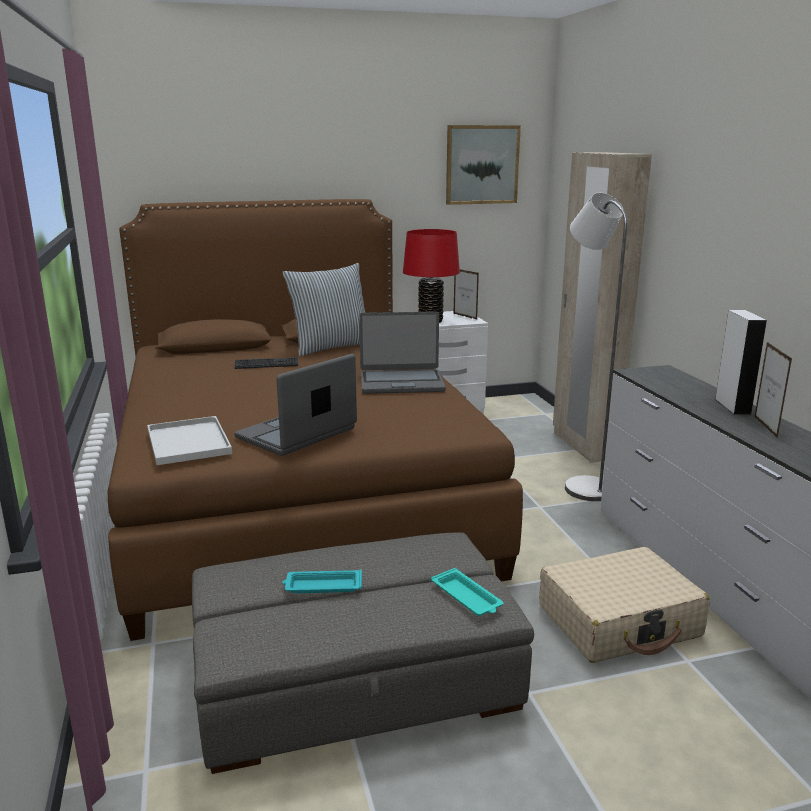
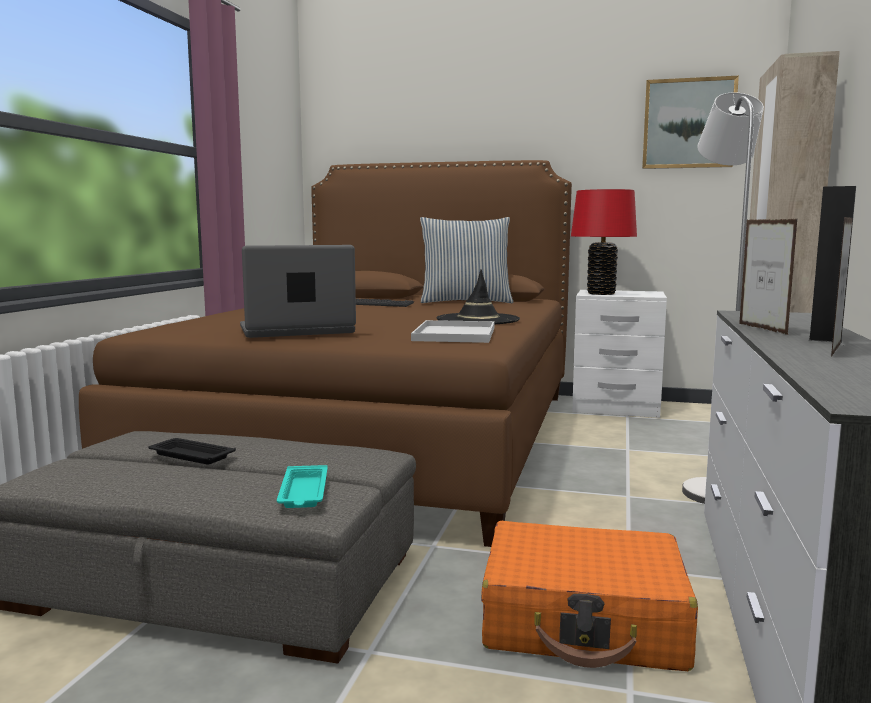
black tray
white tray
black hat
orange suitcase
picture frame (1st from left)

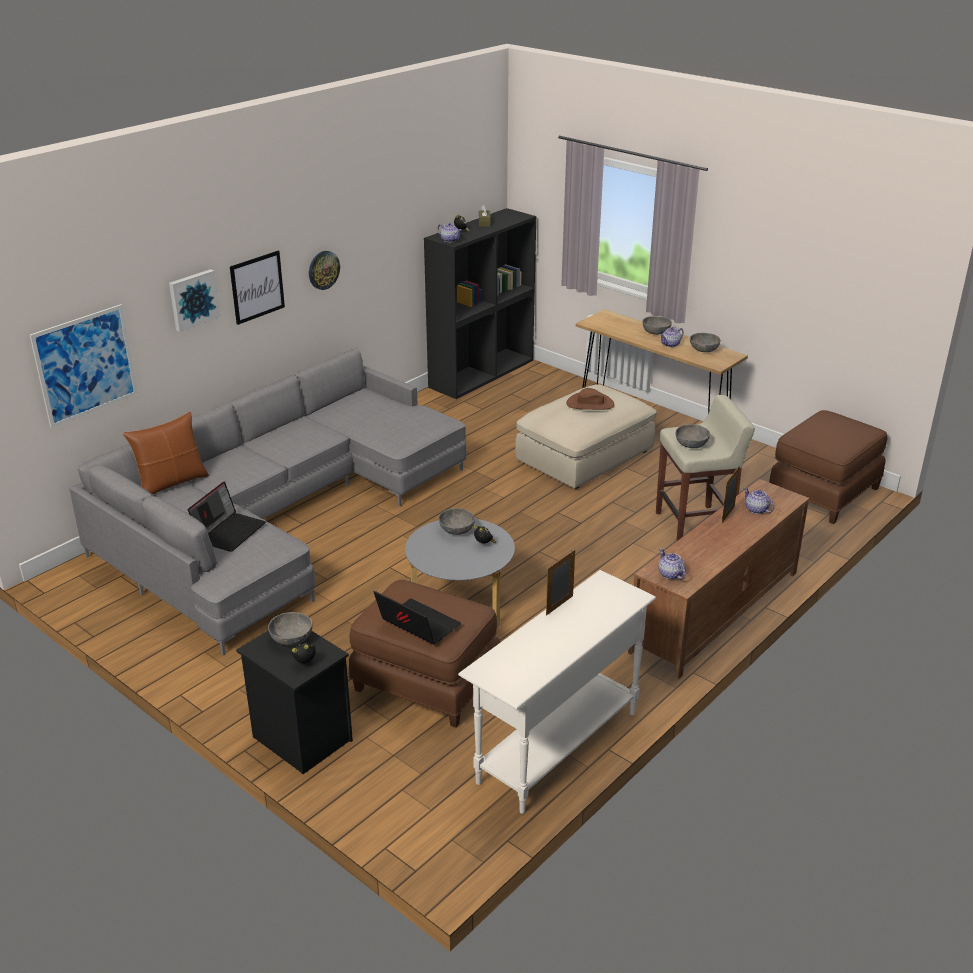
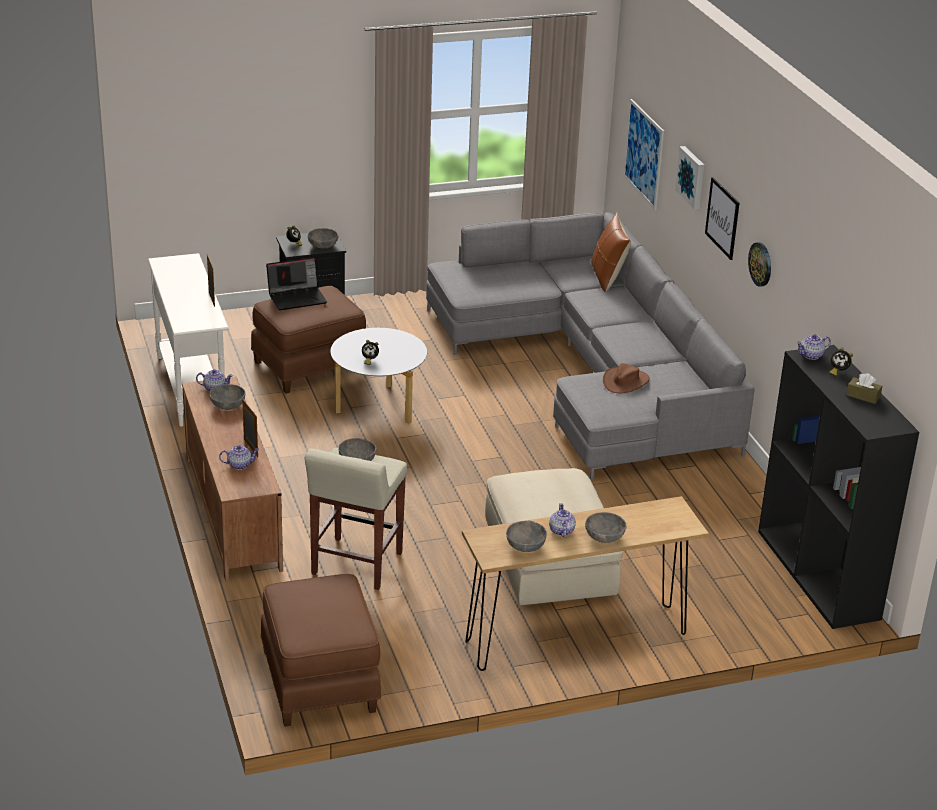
grey bowl (1st from left)
brown hat
laptop (1st from left in the first image)

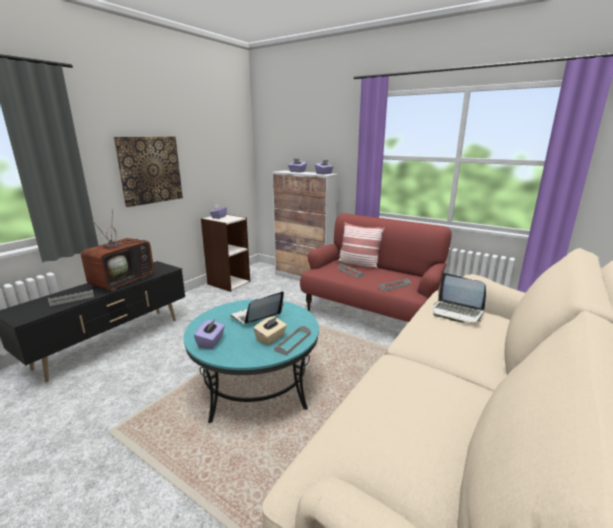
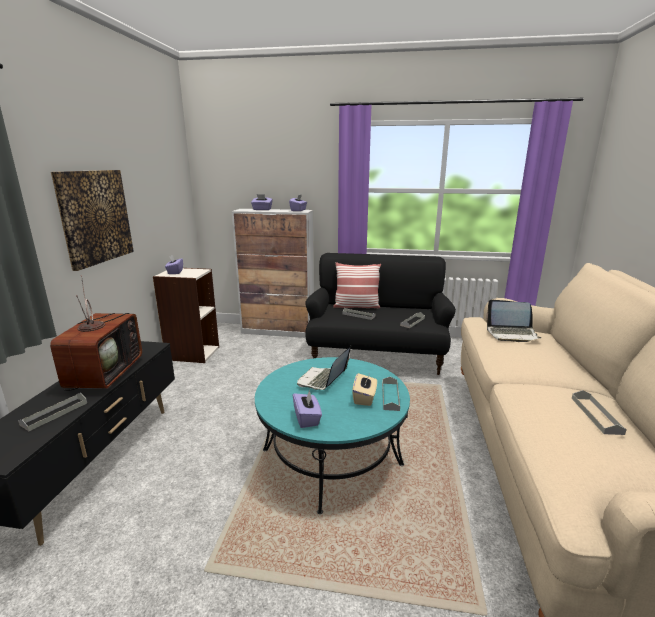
black sofa
grey tray (5th from left)

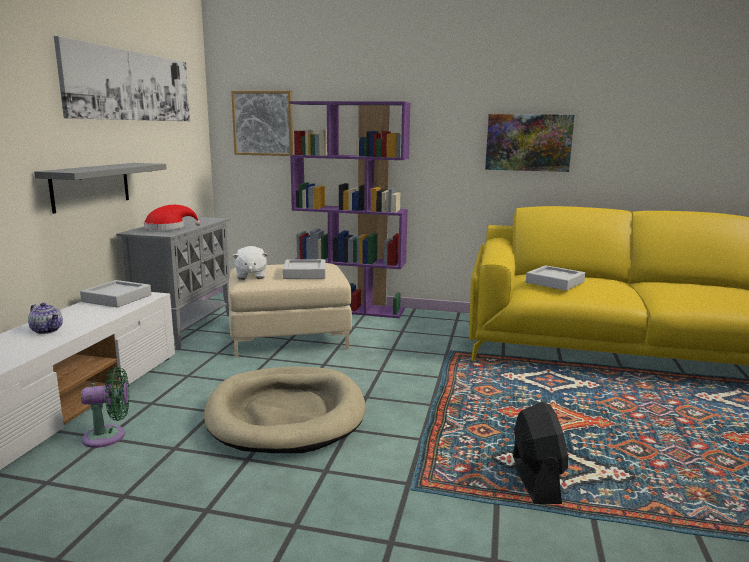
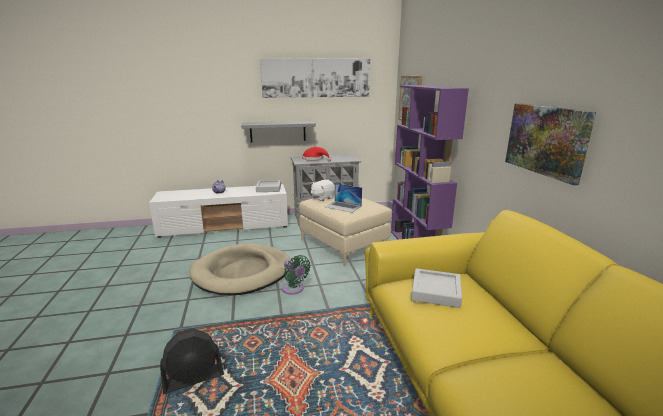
green fan
laptop

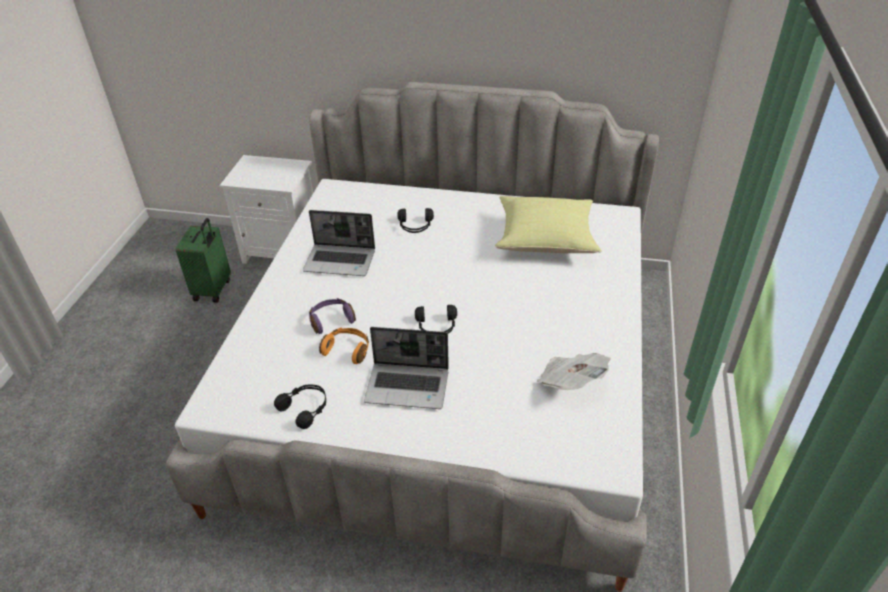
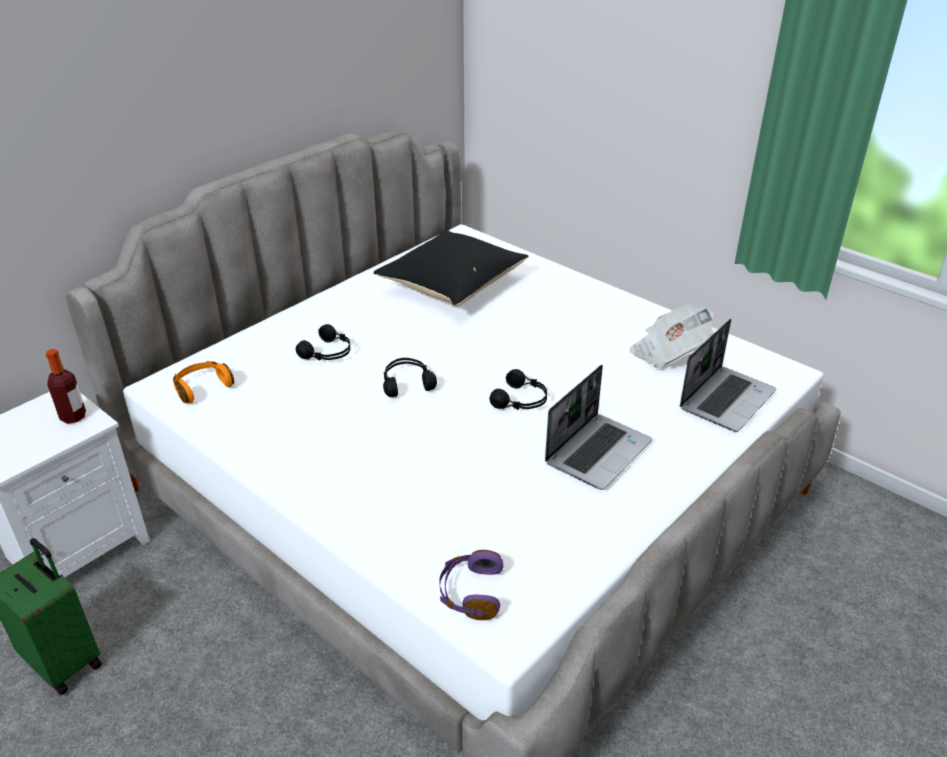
bottle
orange headphones
black pillow
black headphones (2nd from left)
purple headphones
laptop (2nd from left)

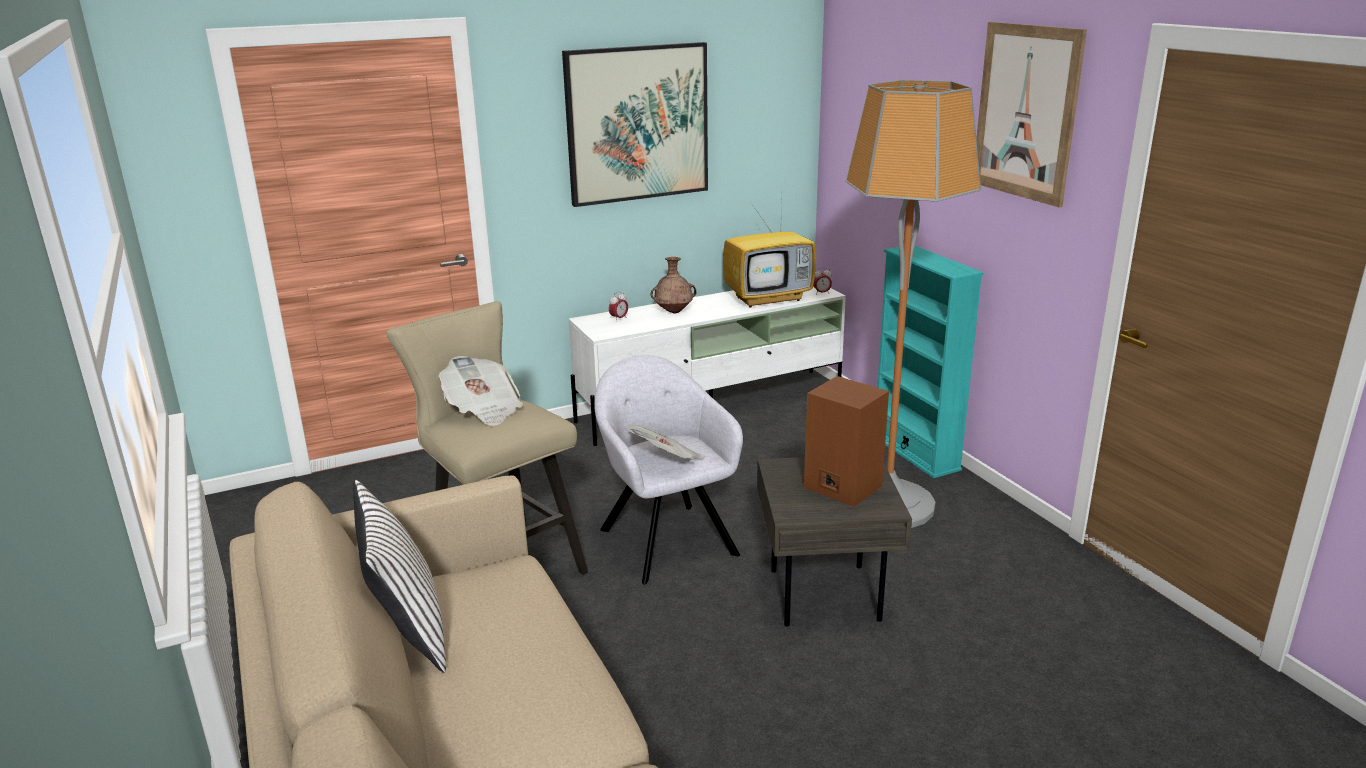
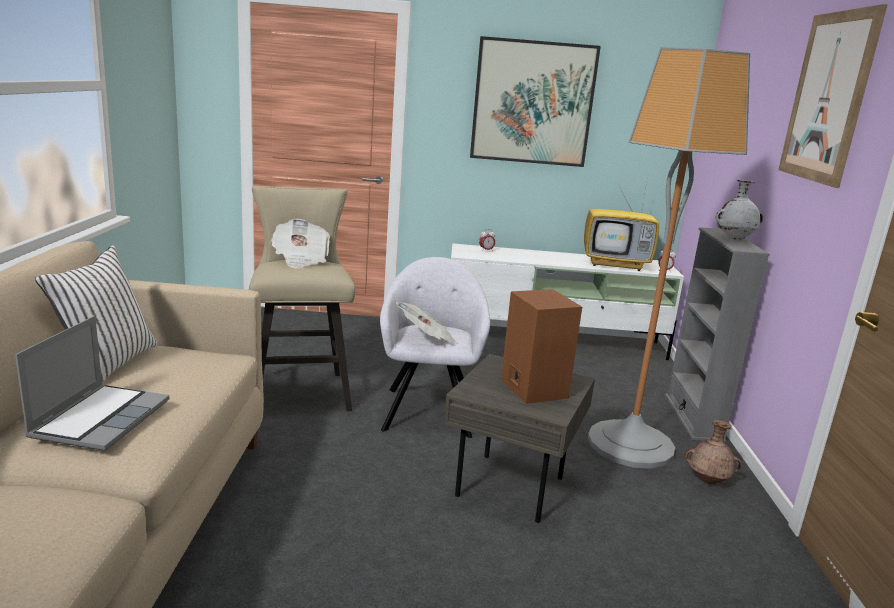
laptop
grey bookcase
brown vase
white vase

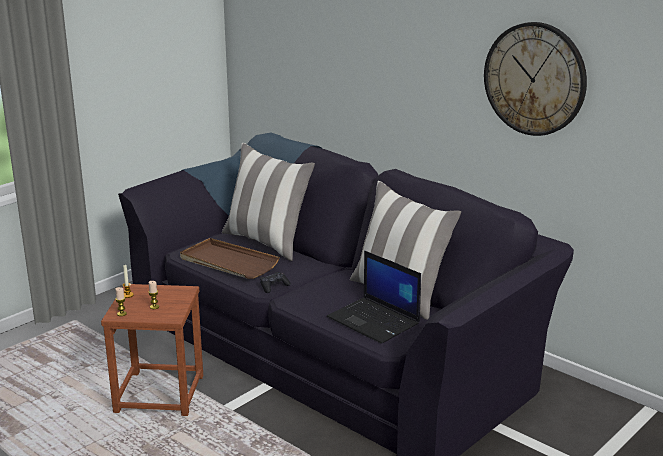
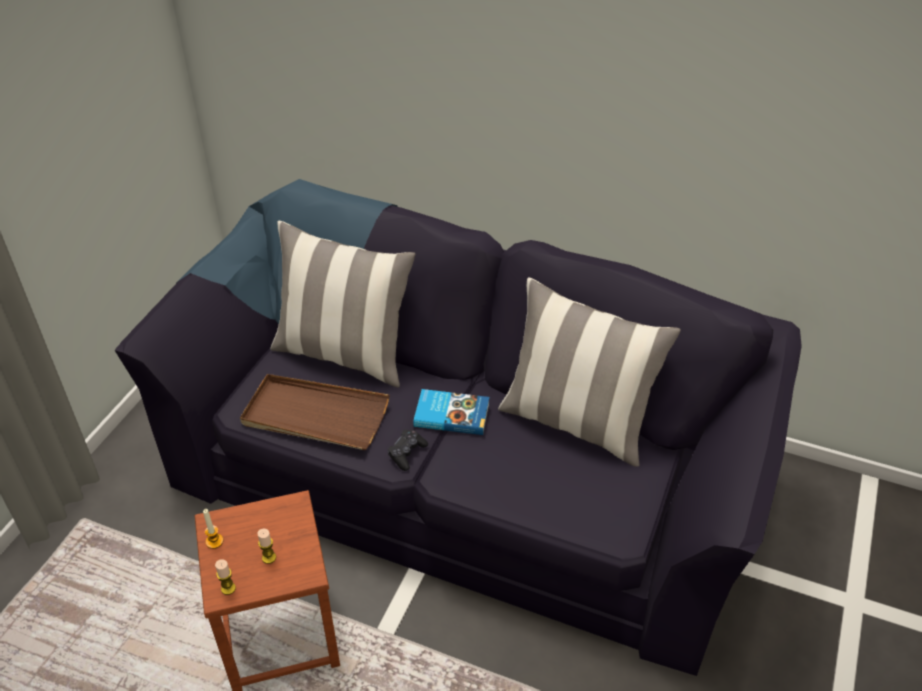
book
laptop
wall clock

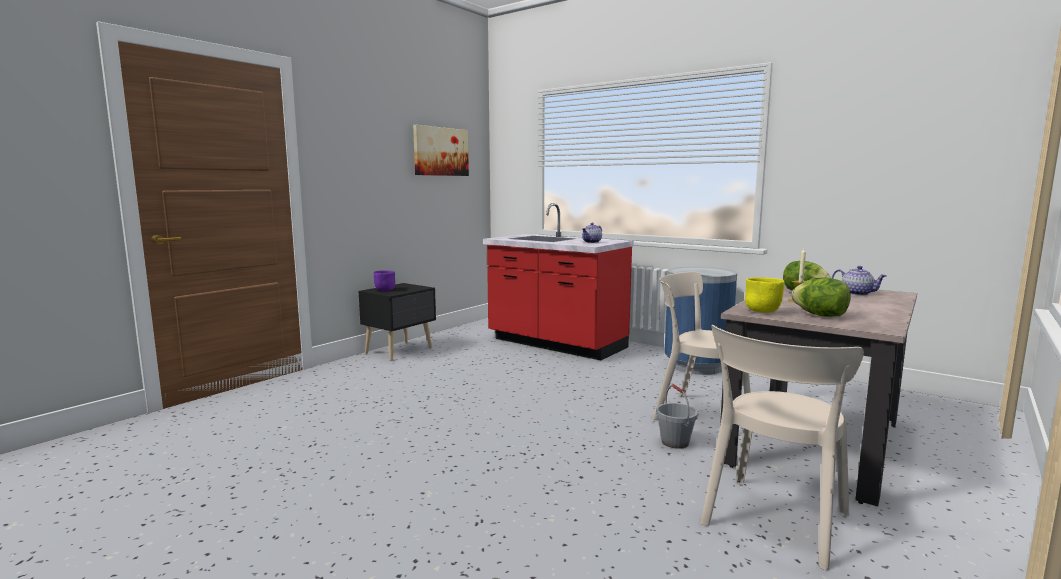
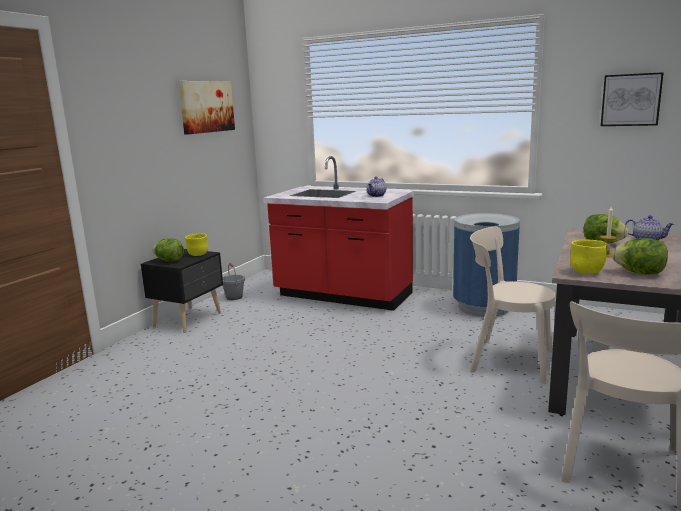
lettuce (1st from left)
yellow bowl (1st from left)
grey bucket
picture (2nd from left)

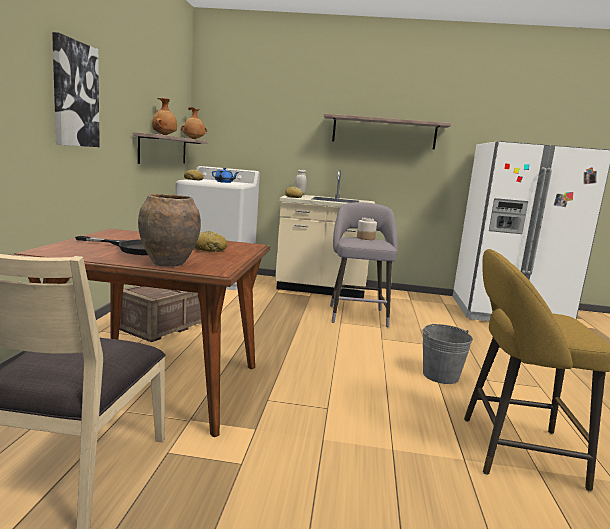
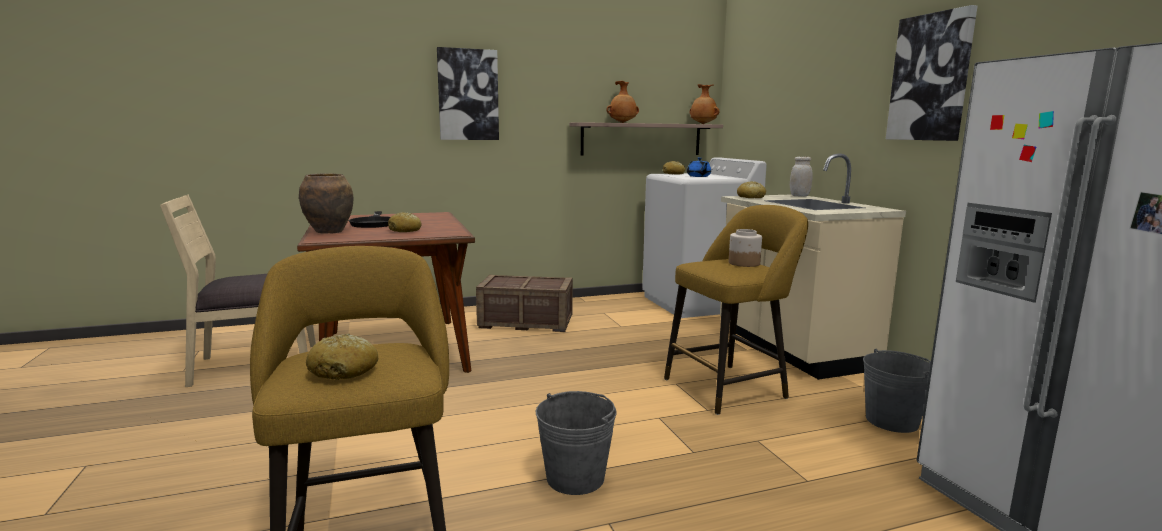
bread (1st from left)
yellow stool (2nd from left)
grey bucket (2nd from left)
picture (2nd from left)

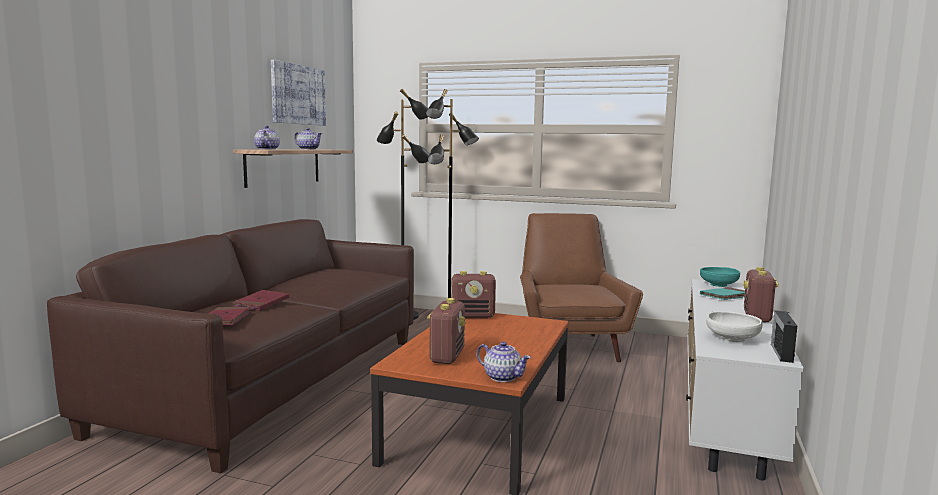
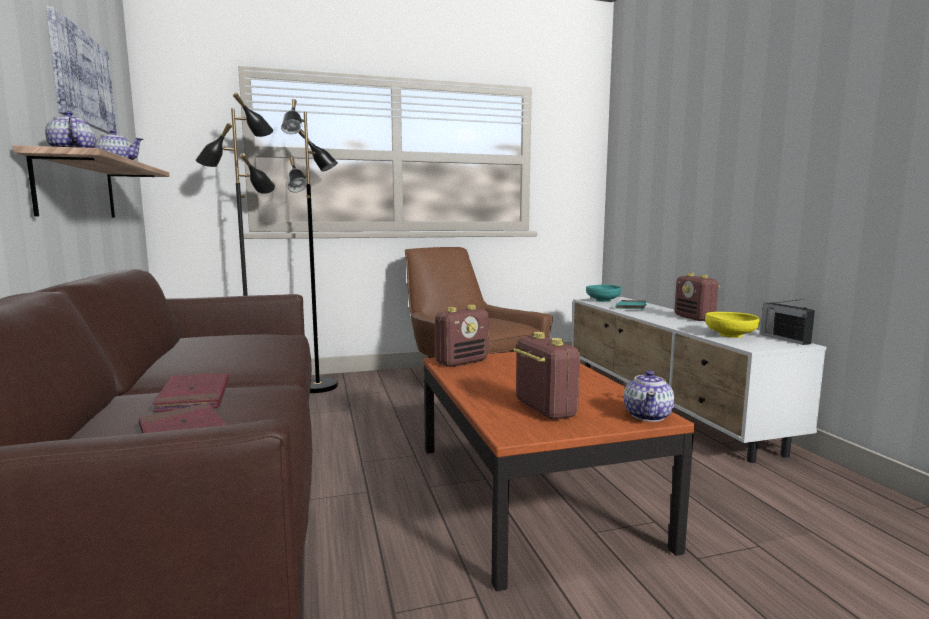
teapot (3rd from left)
yellow bowl

